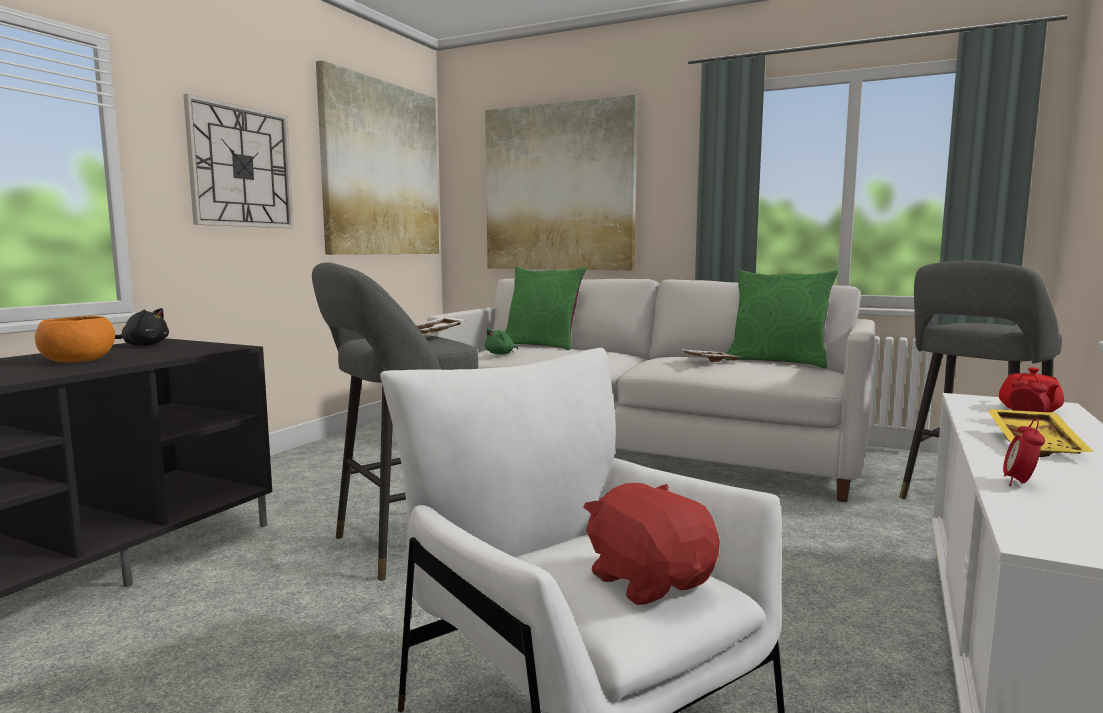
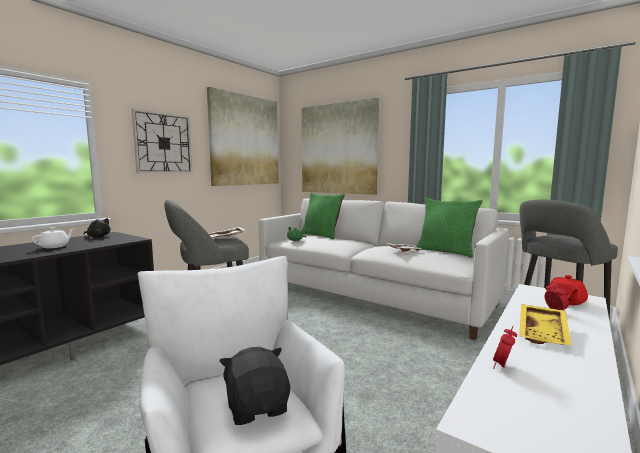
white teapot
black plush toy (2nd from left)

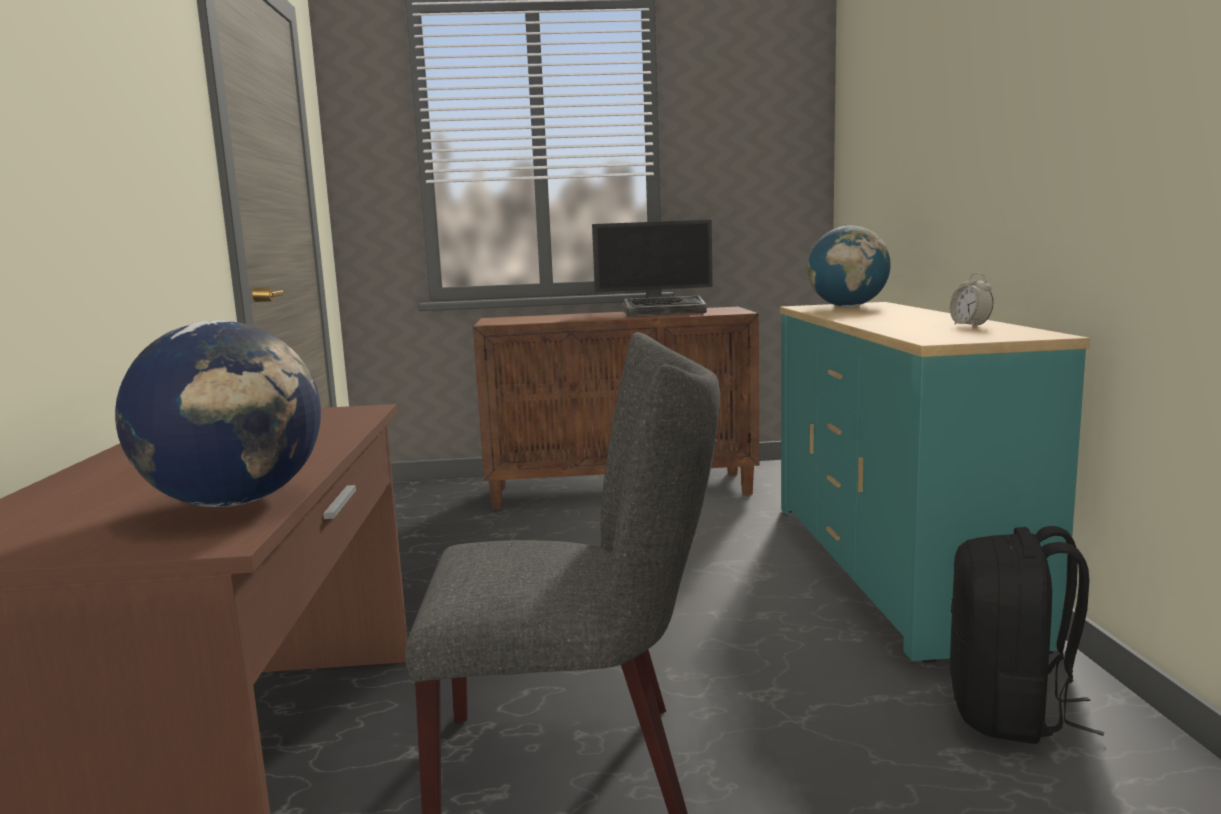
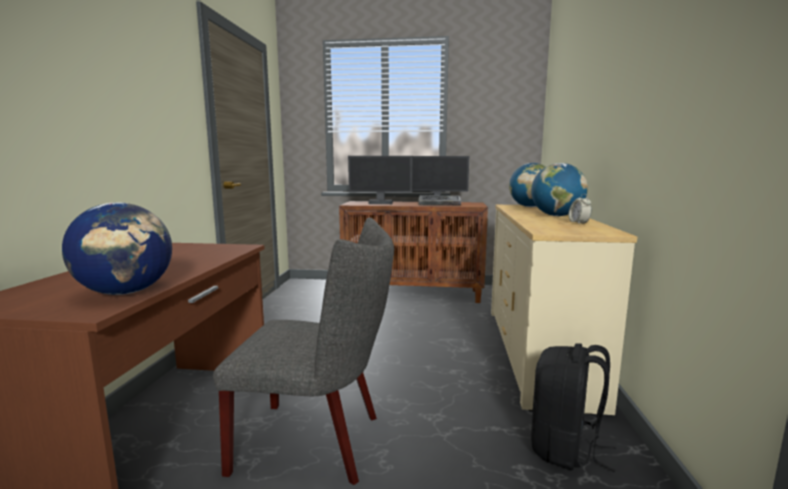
monitor (1st from left)
beige dresser
globe (3rd from left)

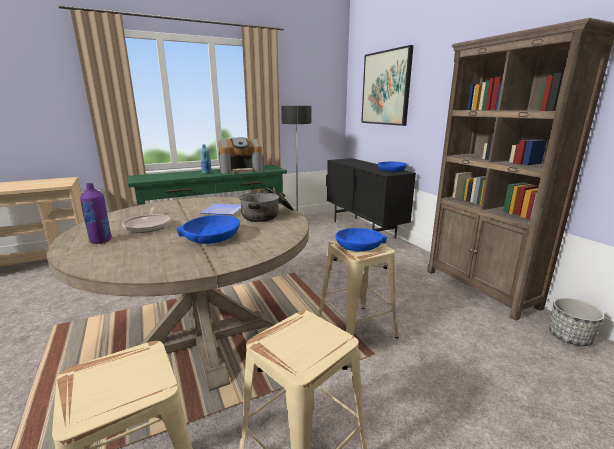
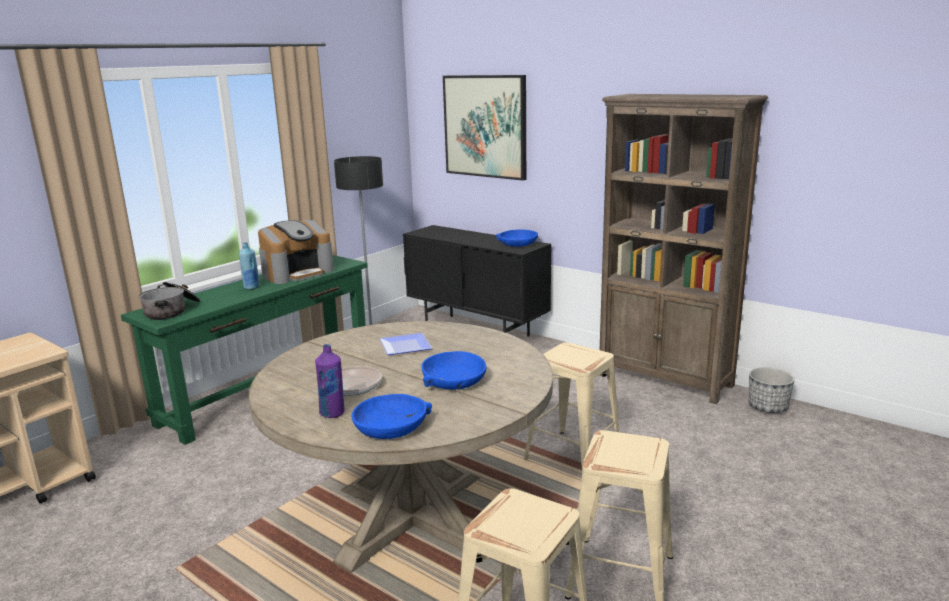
cooking pot
blue bowl (1st from left)

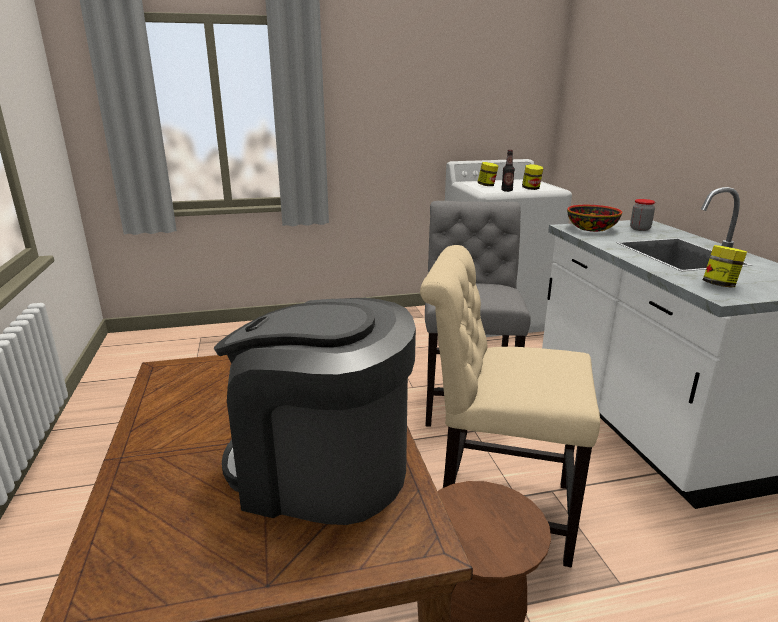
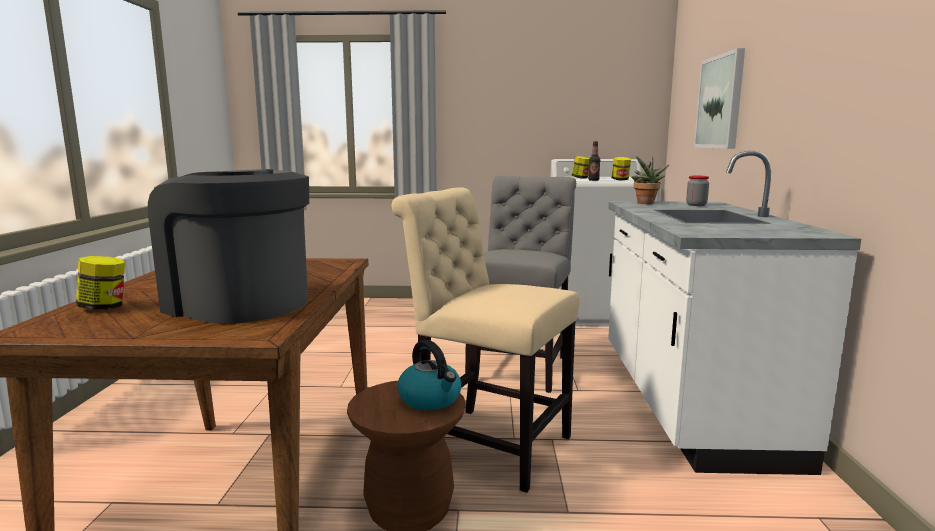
jar (1st from left)
kettle
potted plant
picture

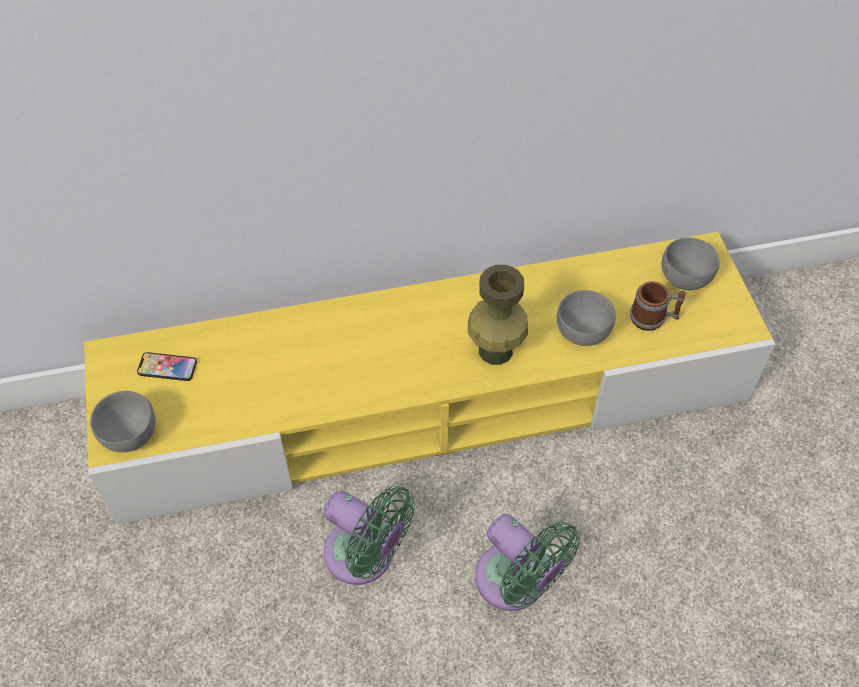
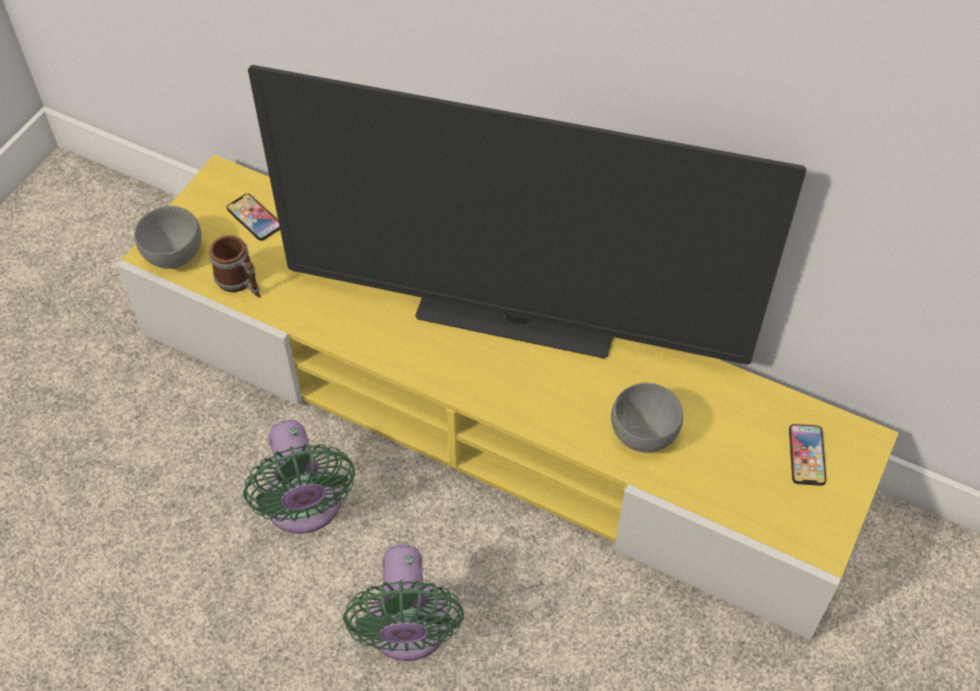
mug
television
phone (2nd from left)
green vase

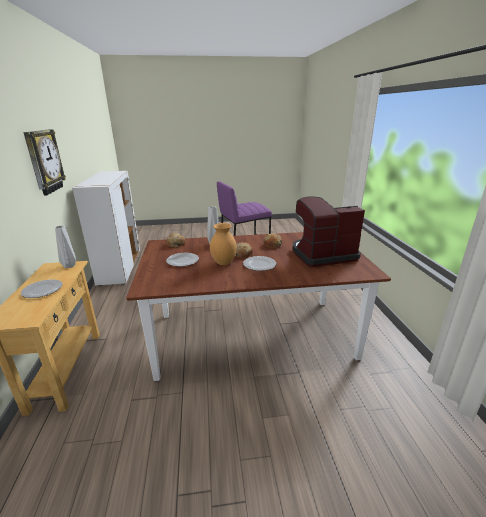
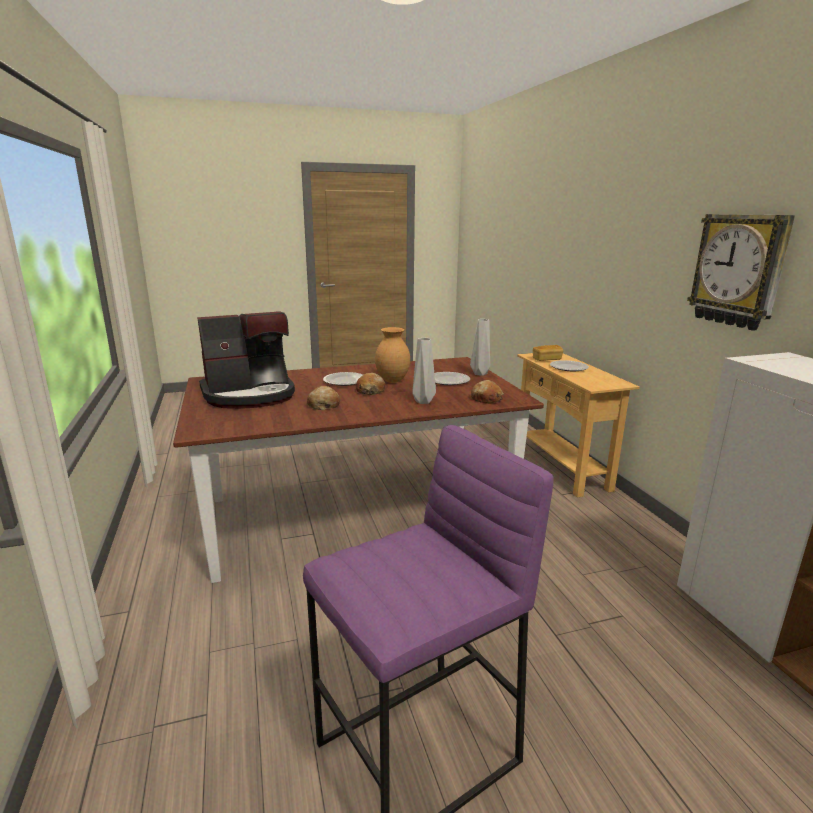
grey vase (2nd from left)
bread (4th from left)

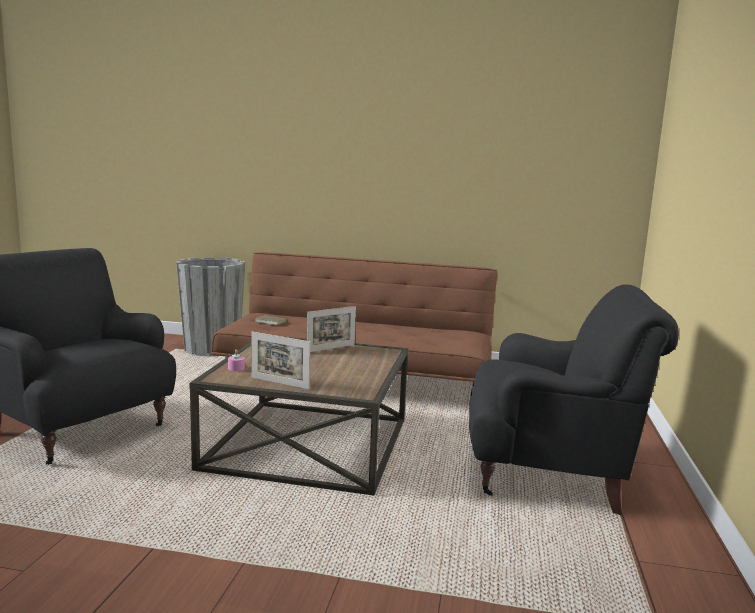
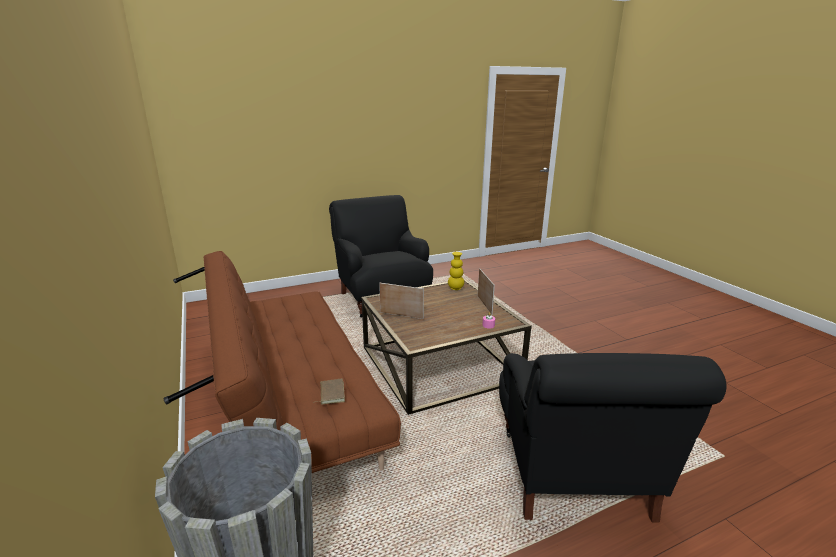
yellow vase

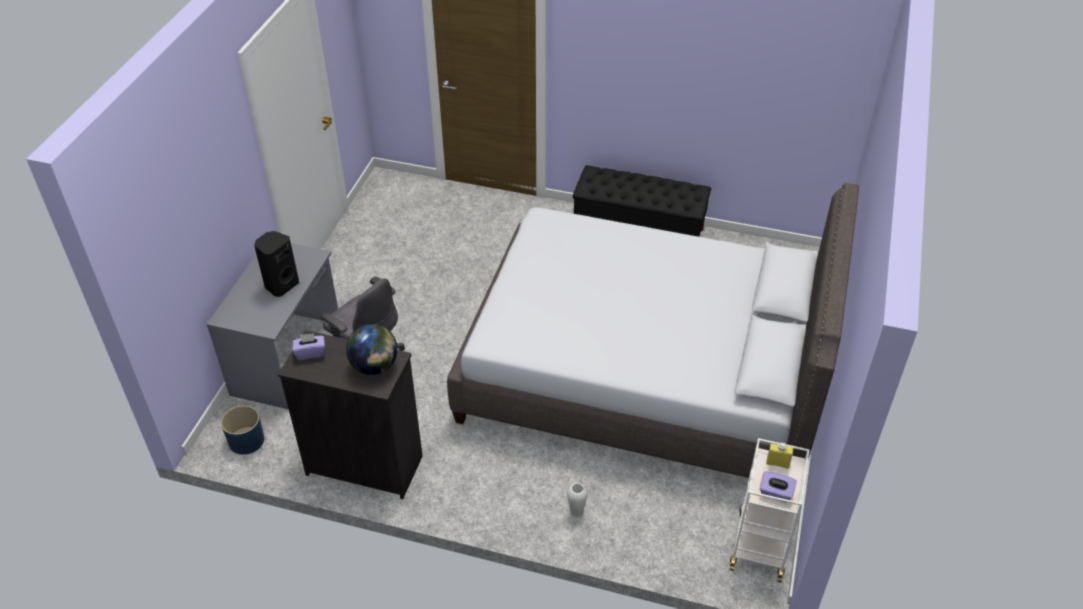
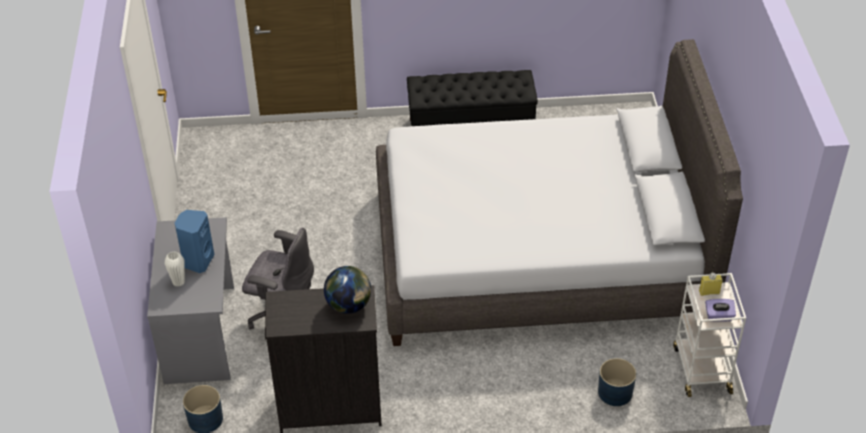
white vase
blue speaker
blue planter (2nd from left)
purple tissue box (1st from left in the first image)

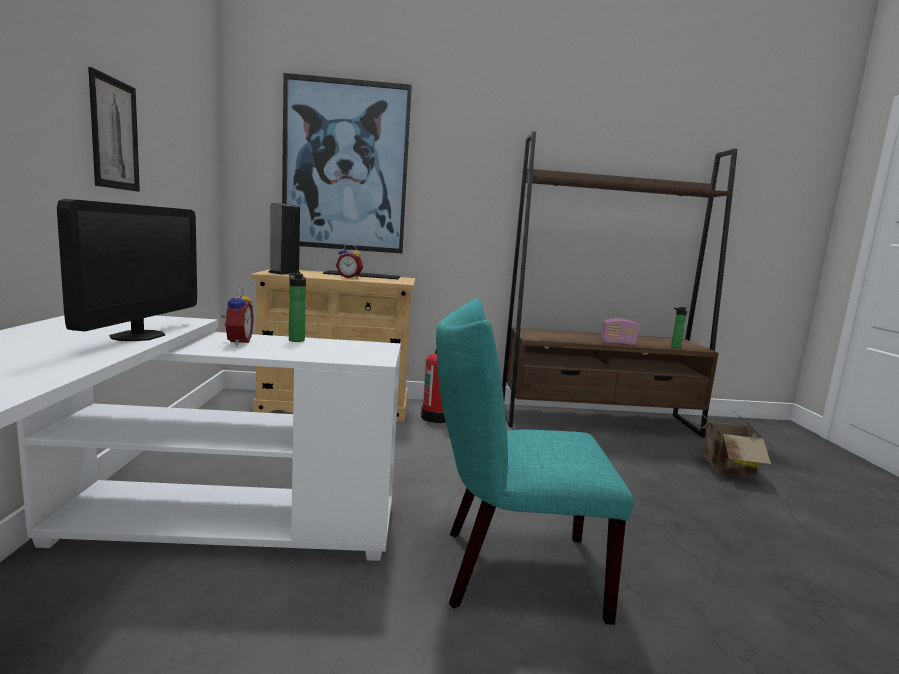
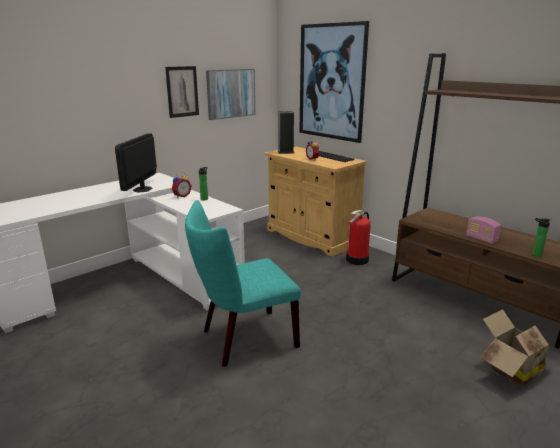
monitor
turquoise chair
picture (2nd from left)

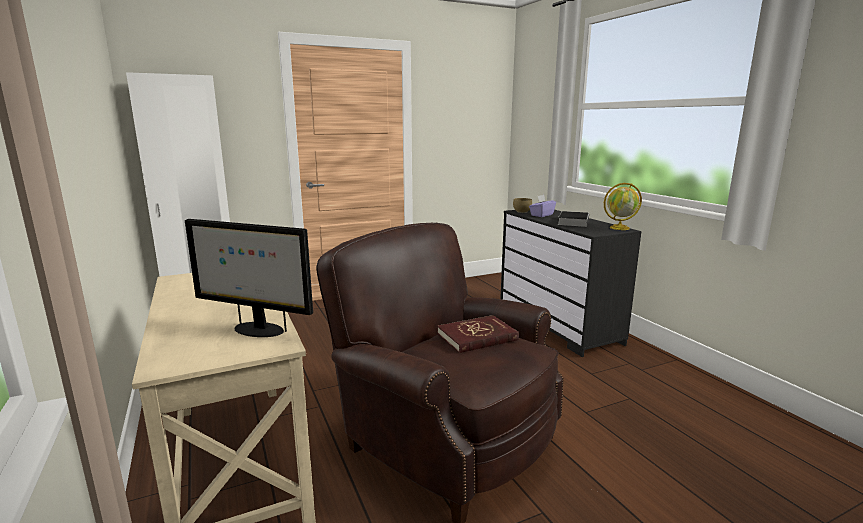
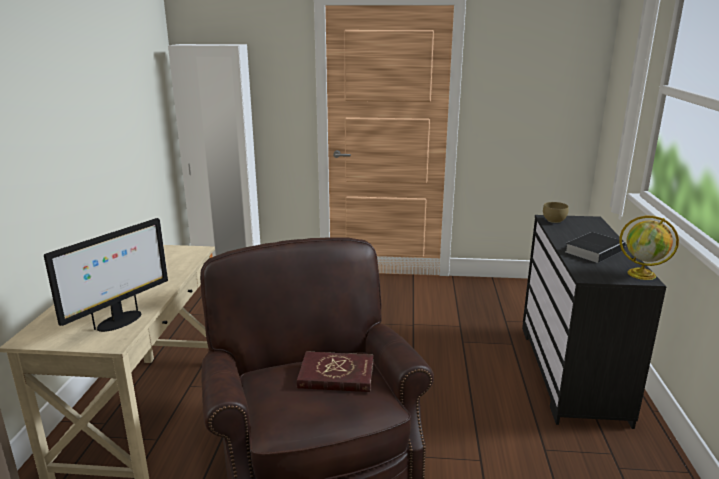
monitor
purple tissue box

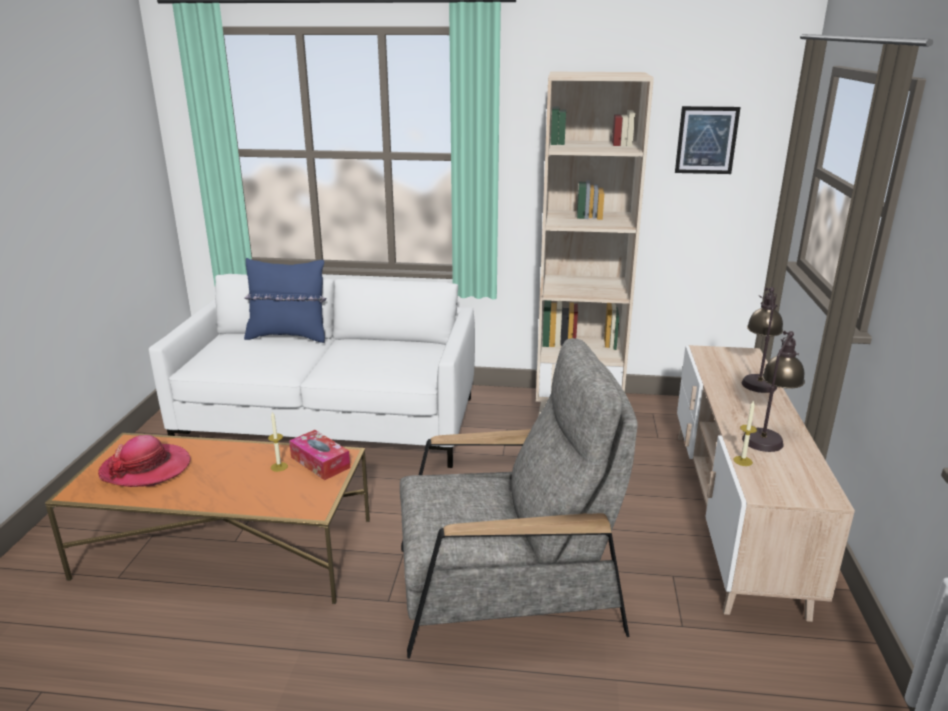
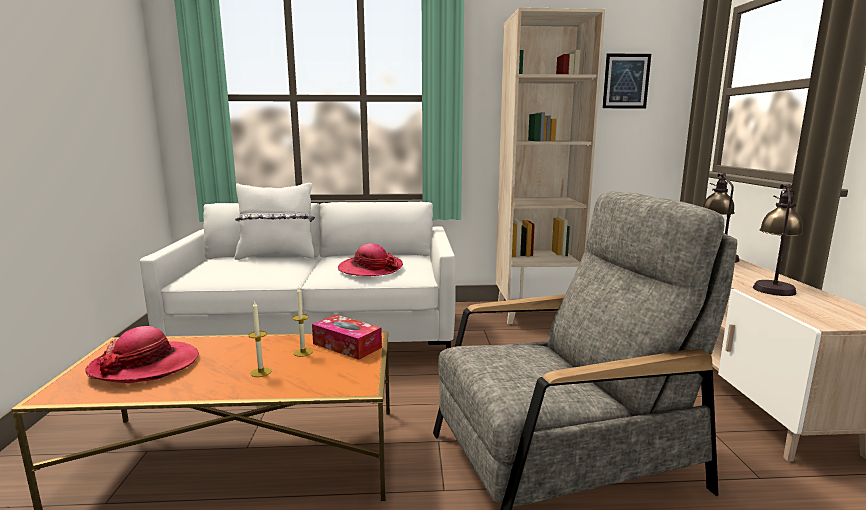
white pillow
candle (1st from left)
hat (2nd from left)

